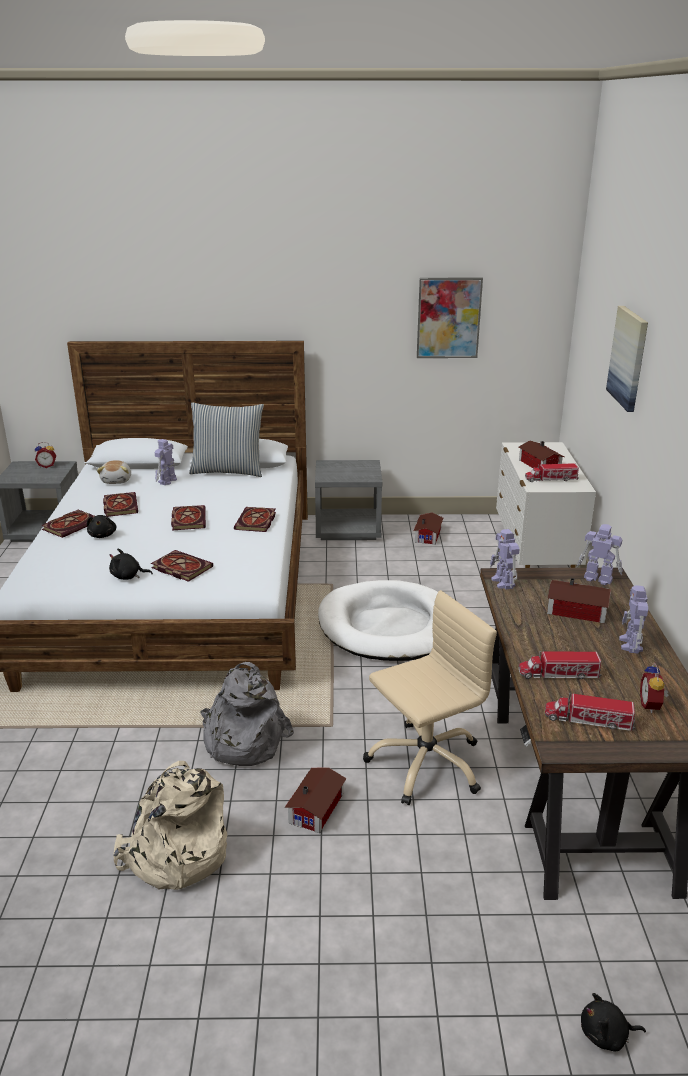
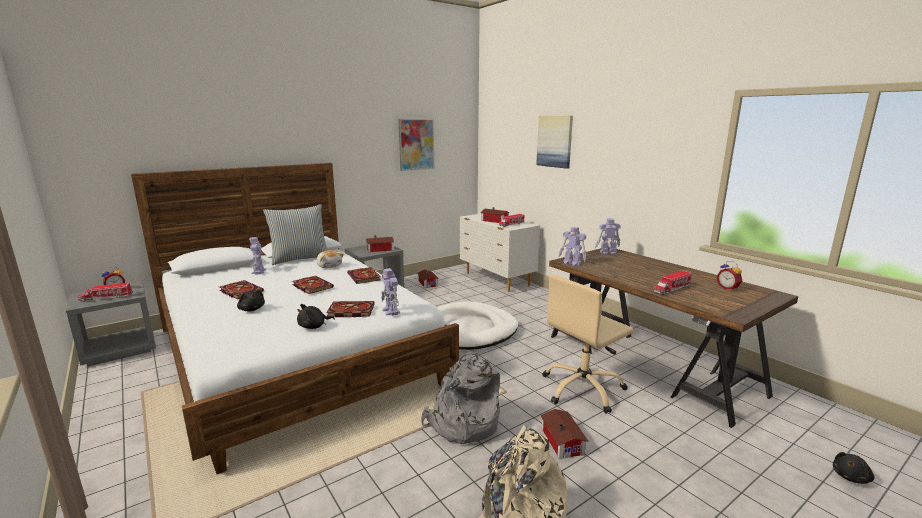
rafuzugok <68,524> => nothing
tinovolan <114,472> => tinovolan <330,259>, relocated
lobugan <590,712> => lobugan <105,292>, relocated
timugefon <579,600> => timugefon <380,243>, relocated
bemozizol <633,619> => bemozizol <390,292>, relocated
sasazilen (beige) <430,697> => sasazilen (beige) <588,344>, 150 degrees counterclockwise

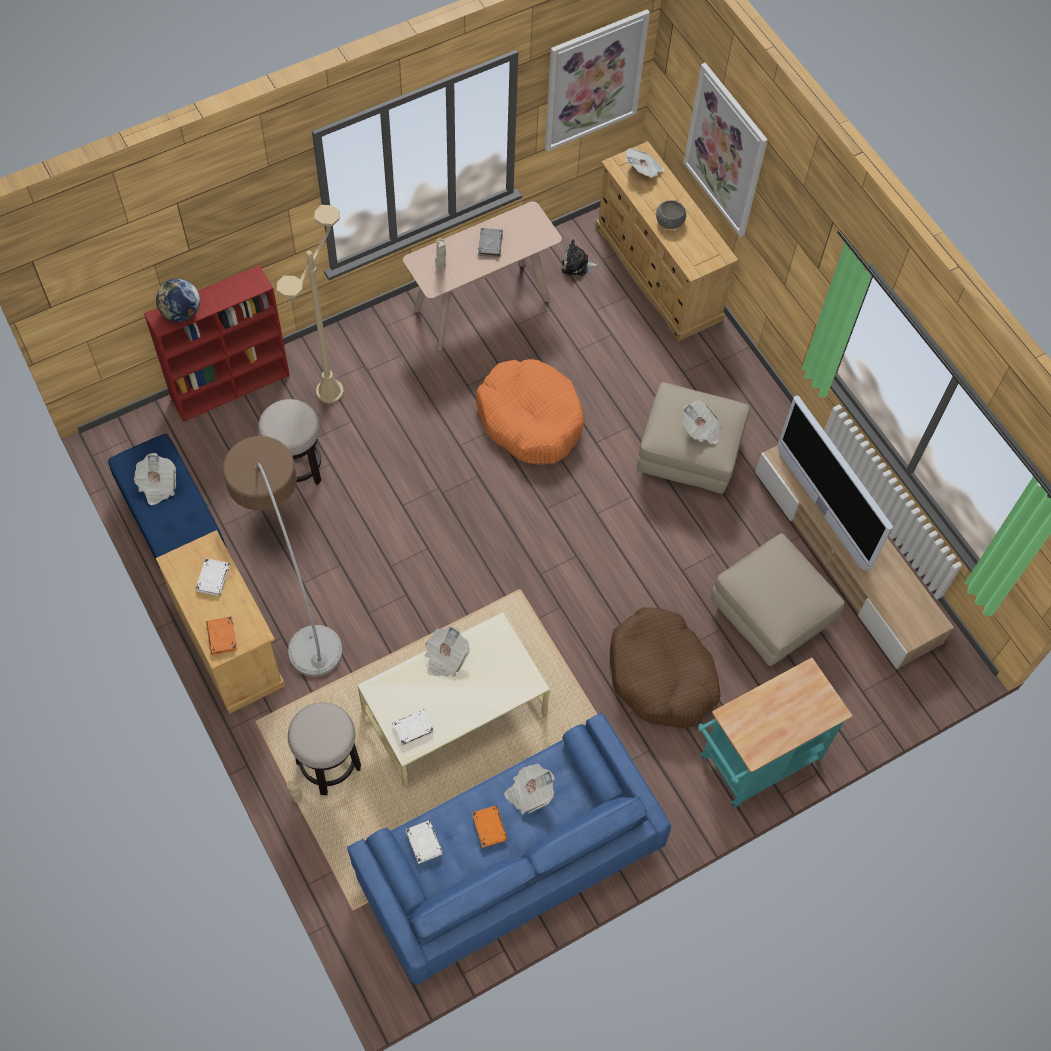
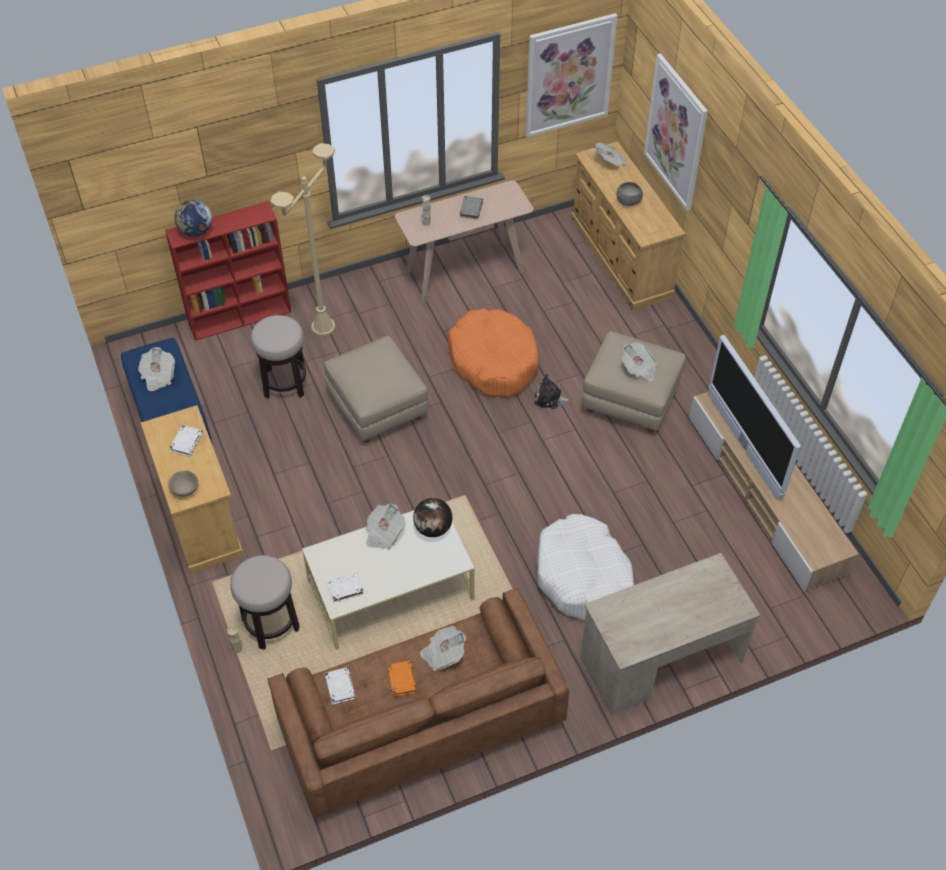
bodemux <282,556> => nothing
nothing => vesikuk <432,517>
tinovolan <581,257> => tinovolan <552,391>, relocated
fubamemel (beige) <777,599> => fubamemel (beige) <376,389>, relocated
rafuzugok (orange) <221,635> => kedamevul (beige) <183,483>
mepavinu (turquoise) <775,733> => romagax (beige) <670,634>
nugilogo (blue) <509,849> => nugilogo (brown) <418,703>
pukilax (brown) <665,667> => pukilax (white) <585,567>

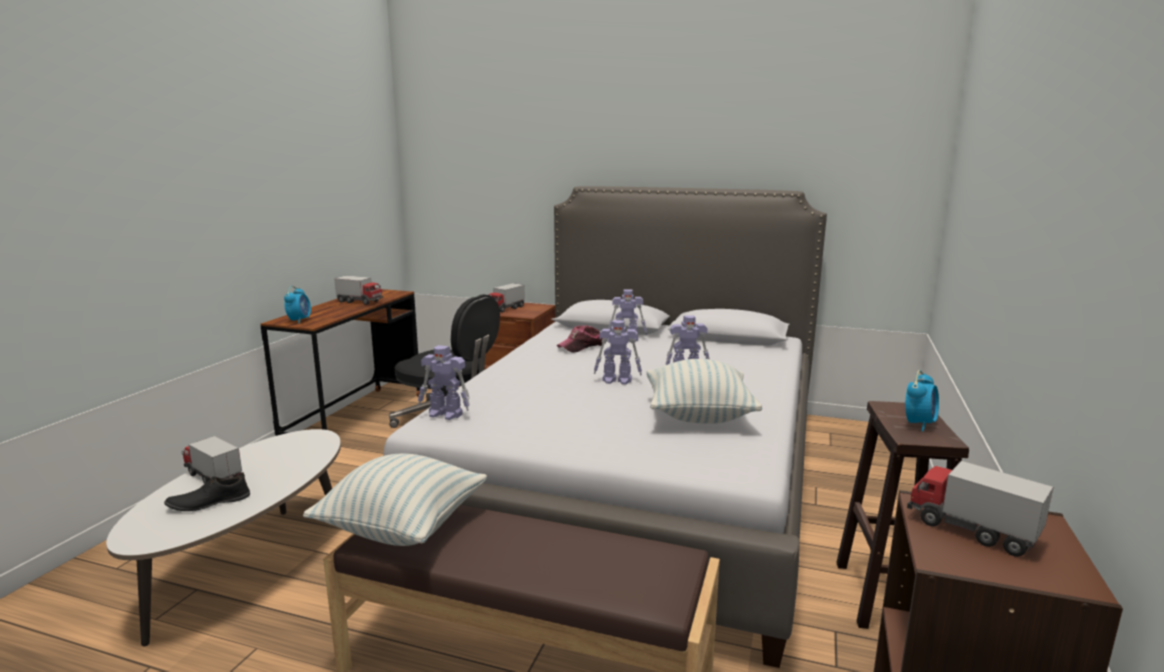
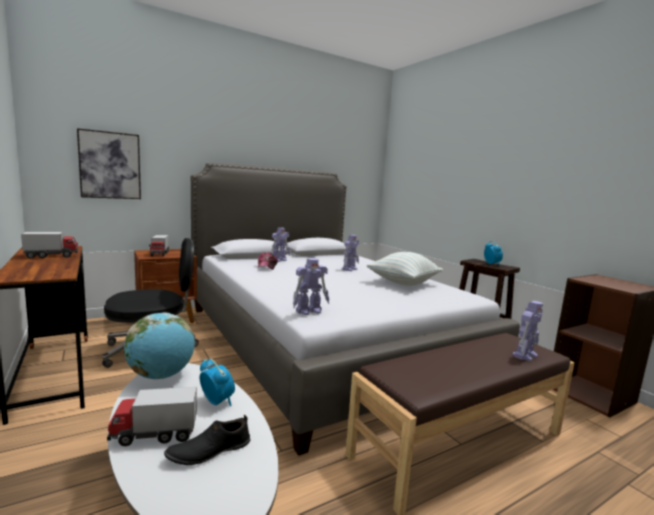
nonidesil <395,500> => nothing
lobugan <980,509> => nothing
nothing => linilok <109,163>
nothing => vesikuk <159,345>
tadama <297,305> => tadama <217,382>, relocated
bemozizol <618,352> => bemozizol <527,331>, relocated
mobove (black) <207,491> => mobove (black) <207,440>, 45 degrees clockwise

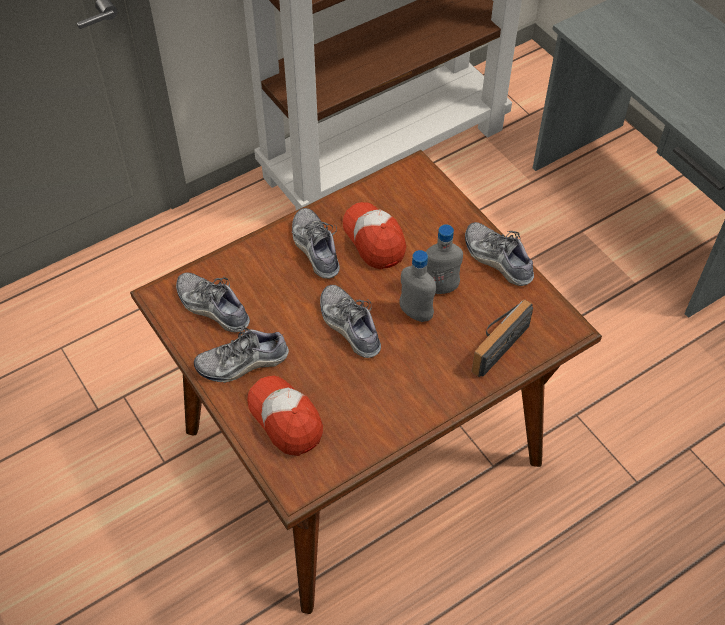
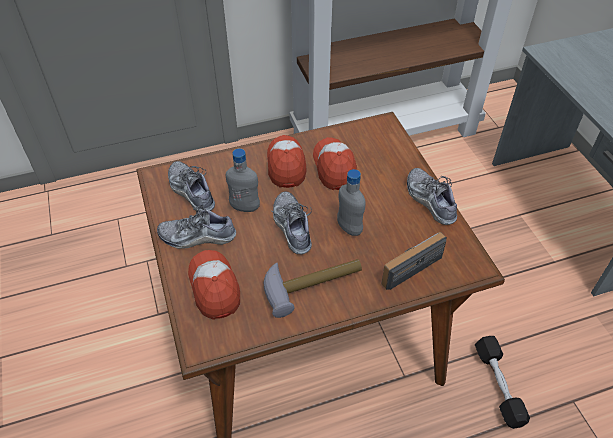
nothing => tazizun <313,288>
nothing => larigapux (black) <502,382>
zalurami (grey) <444,259> => zalurami (grey) <243,180>, relocated
mobove <316,243> => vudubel <286,161>

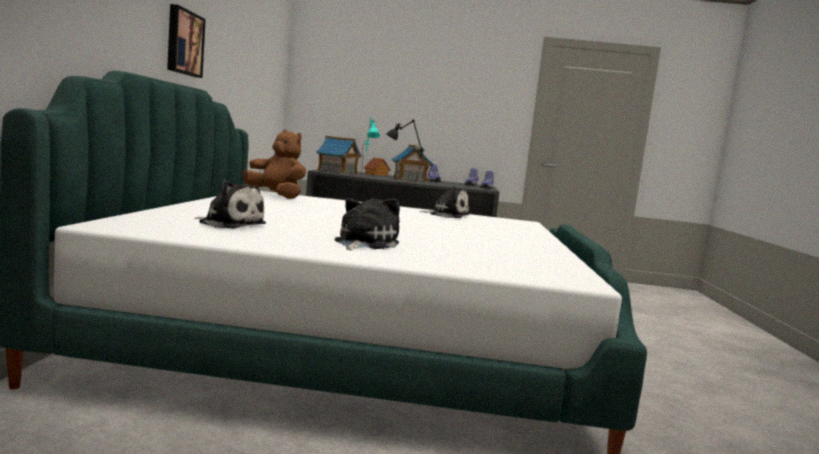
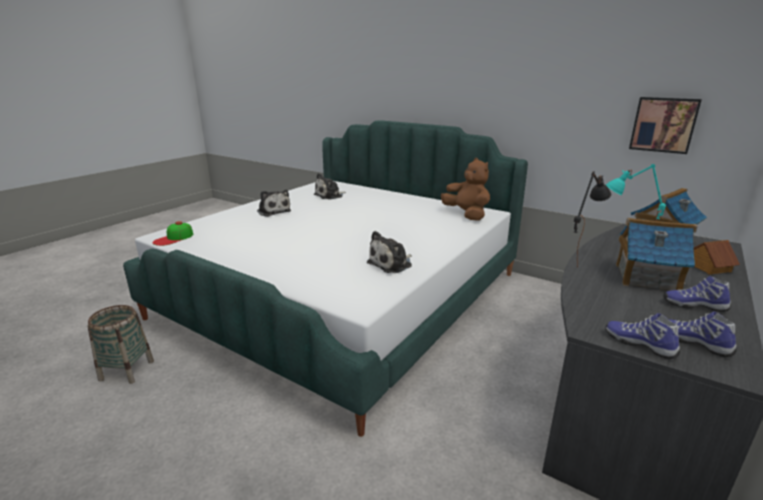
nothing => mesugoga <121,344>
nothing => vudubel <173,233>
linilok <186,41> => linilok <665,125>, relocated
tinovolan (brown) <274,164> => tinovolan (brown) <465,189>, 90 degrees counterclockwise

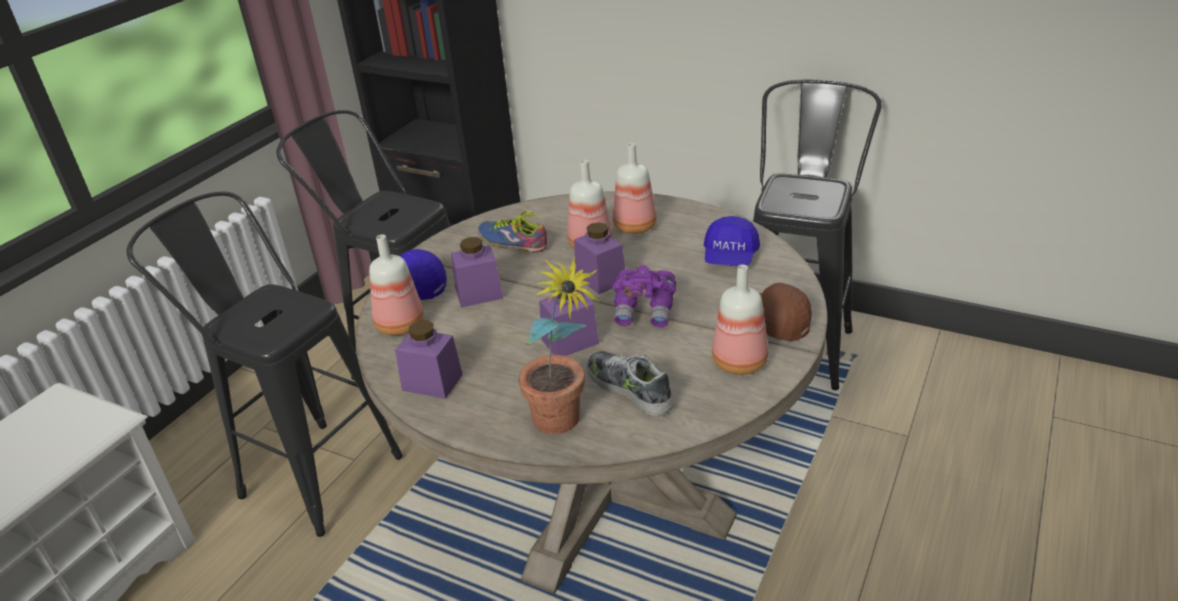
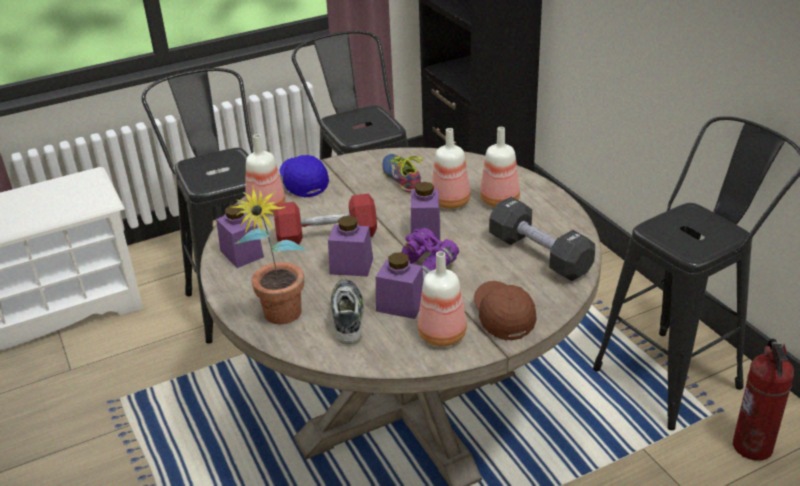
nothing => larigapux (red) <325,219>
nothing => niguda <763,400>
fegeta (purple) <477,272> => fegeta (purple) <400,285>, relocated
vudubel (blue) <732,241> => larigapux (black) <542,239>

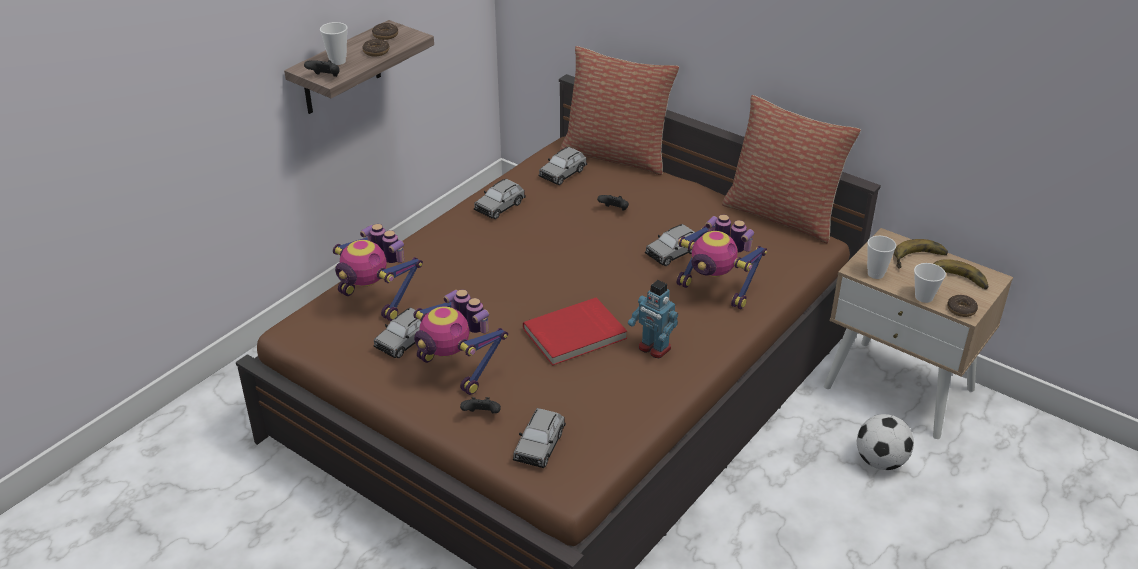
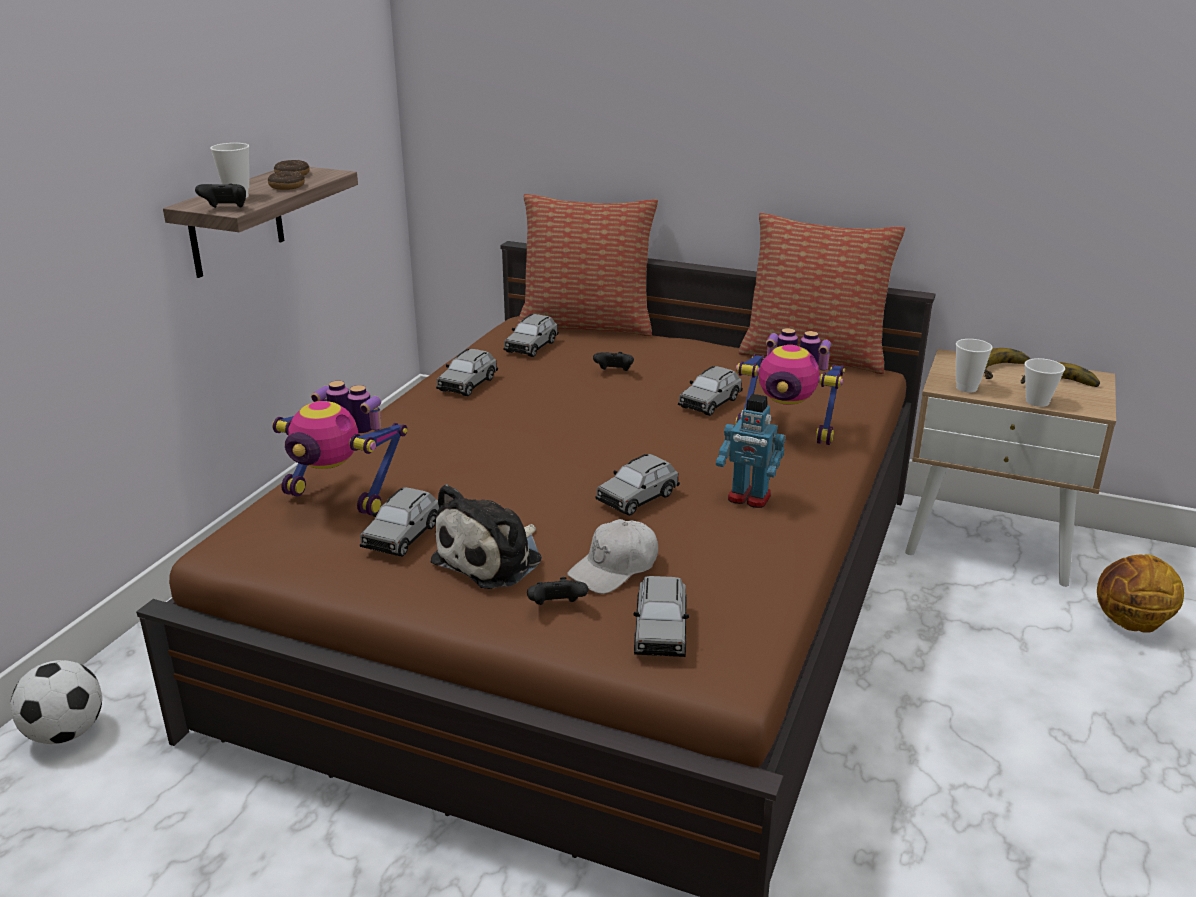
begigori <962,306> => nothing
nothing => vudubel (white) <612,556>
nothing => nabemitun <1140,593>
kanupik <885,442> => kanupik <56,702>, relocated
bemozizol <460,342> => tinovolan <486,536>
rafuzugok (red) <575,331> => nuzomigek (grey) <637,485>

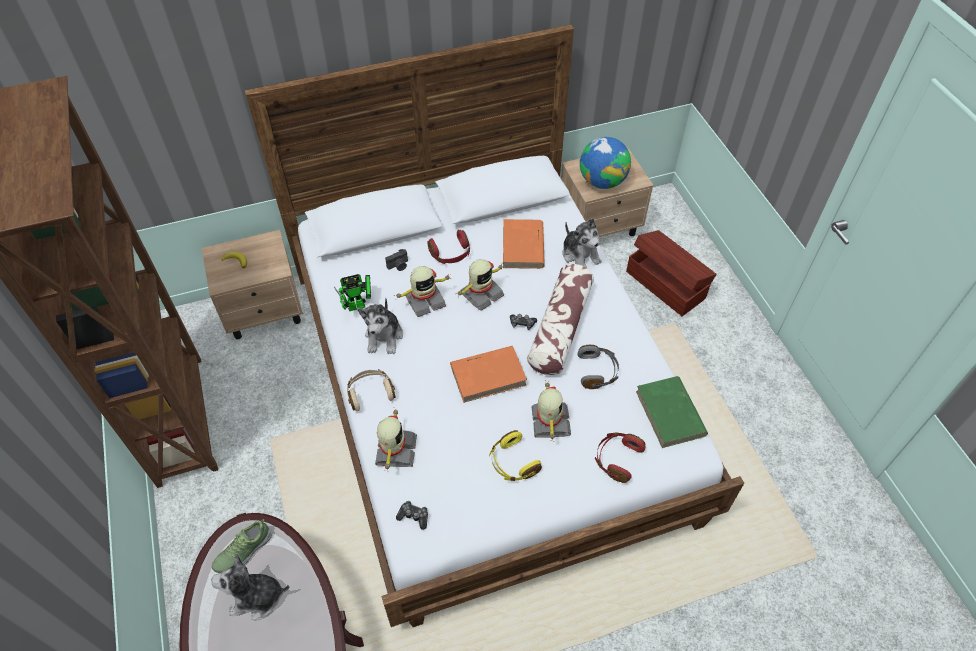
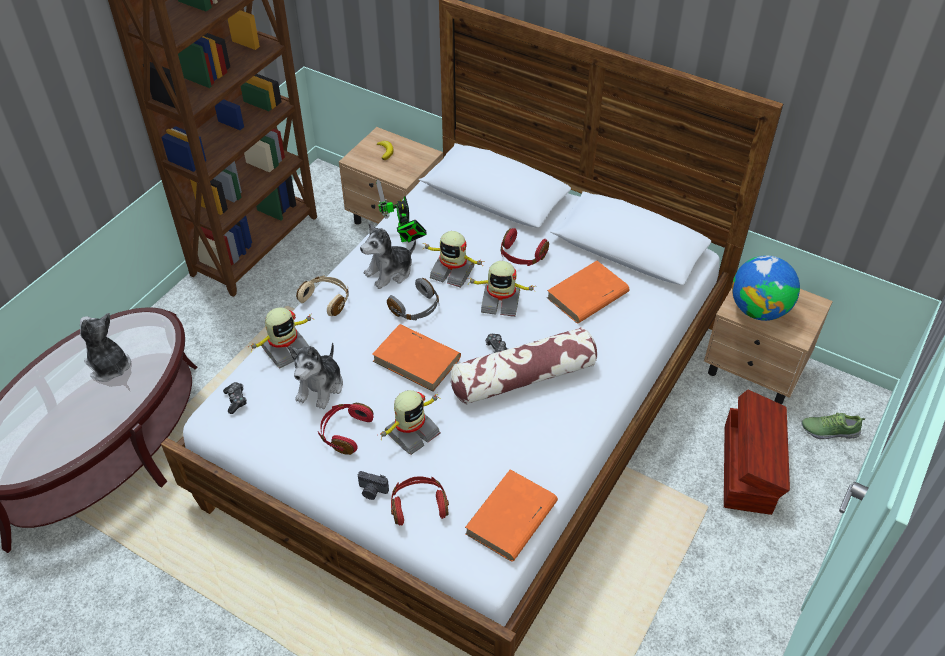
mobove <242,546> => mobove <833,425>, relocated
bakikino <396,260> => bakikino <373,485>, relocated
tinovolan <582,243> => tinovolan <315,375>, relocated
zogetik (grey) <598,367> => zogetik (grey) <413,299>, relocated
zogetik (yellow) <515,455> => zogetik (red) <345,429>
rafuzugok (green) <672,412> => rafuzugok (orange) <511,515>
bemozizol <352,292> => bemozizol <401,210>, 45 degrees clockwise

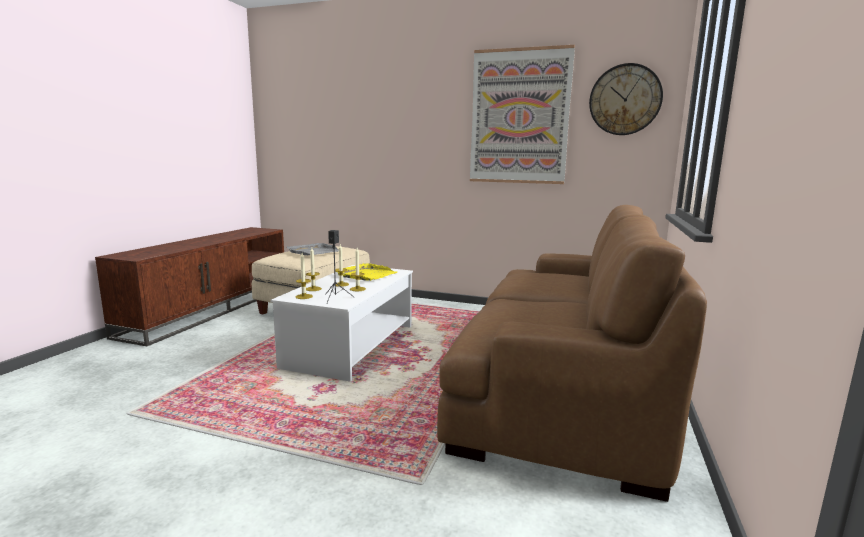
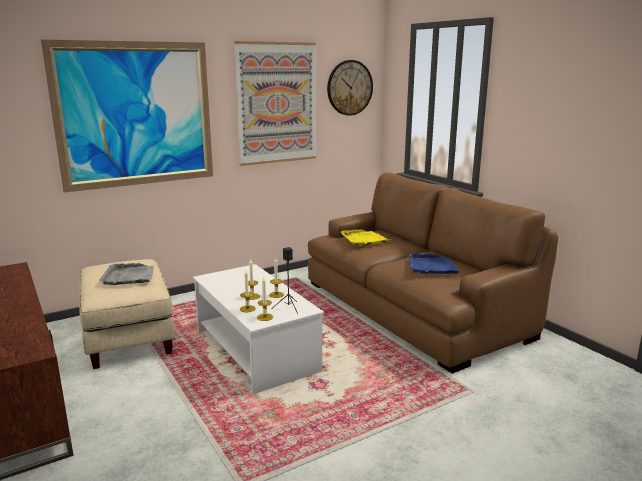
nothing => linilok <127,116>
nothing => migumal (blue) <435,263>
migumal (yellow) <366,272> => migumal (yellow) <367,237>, relocated

